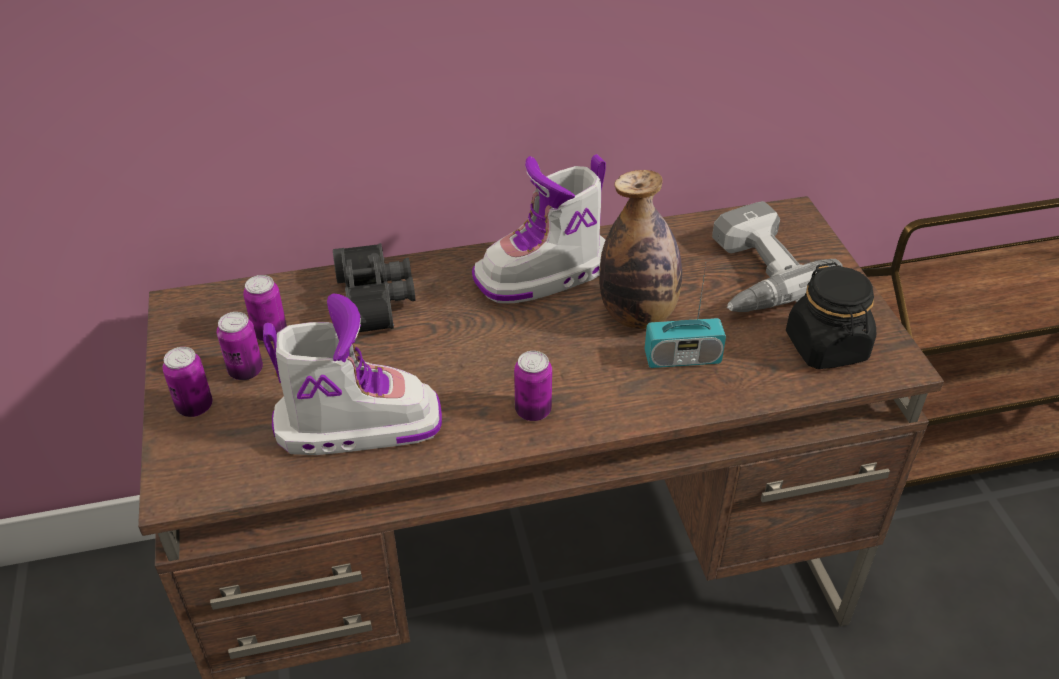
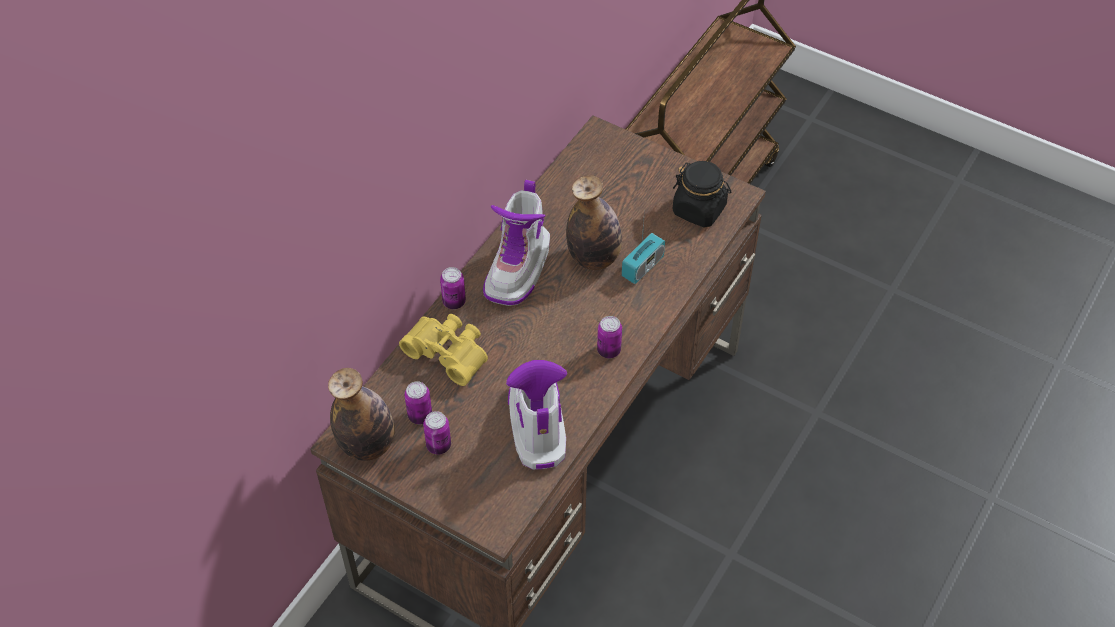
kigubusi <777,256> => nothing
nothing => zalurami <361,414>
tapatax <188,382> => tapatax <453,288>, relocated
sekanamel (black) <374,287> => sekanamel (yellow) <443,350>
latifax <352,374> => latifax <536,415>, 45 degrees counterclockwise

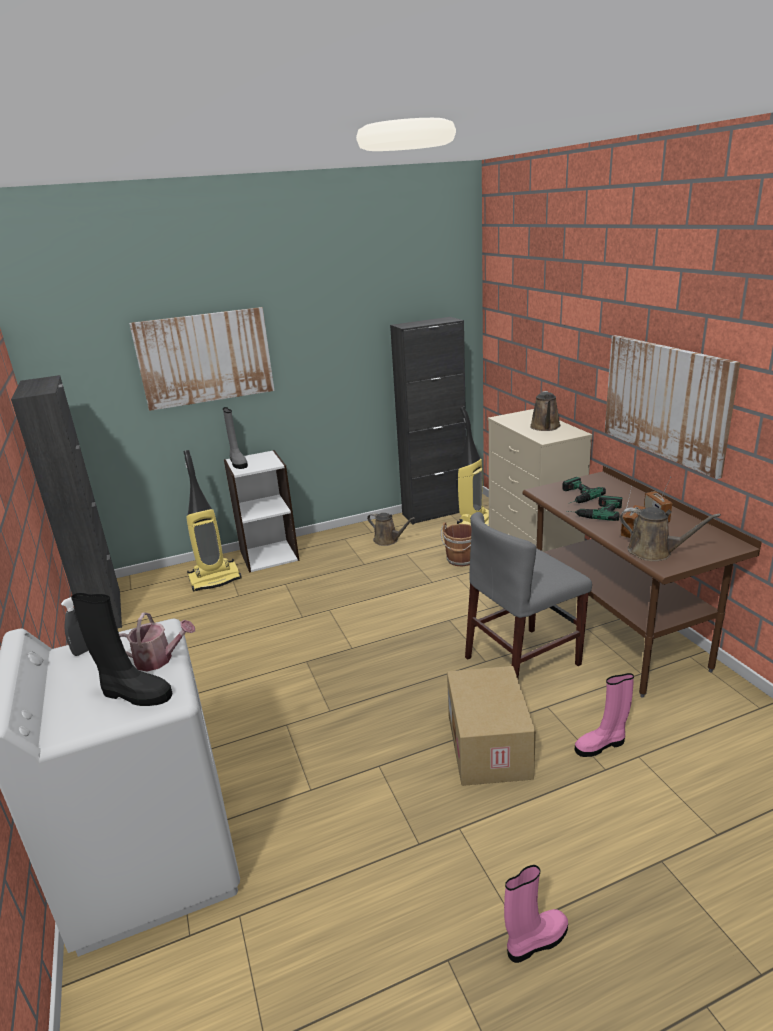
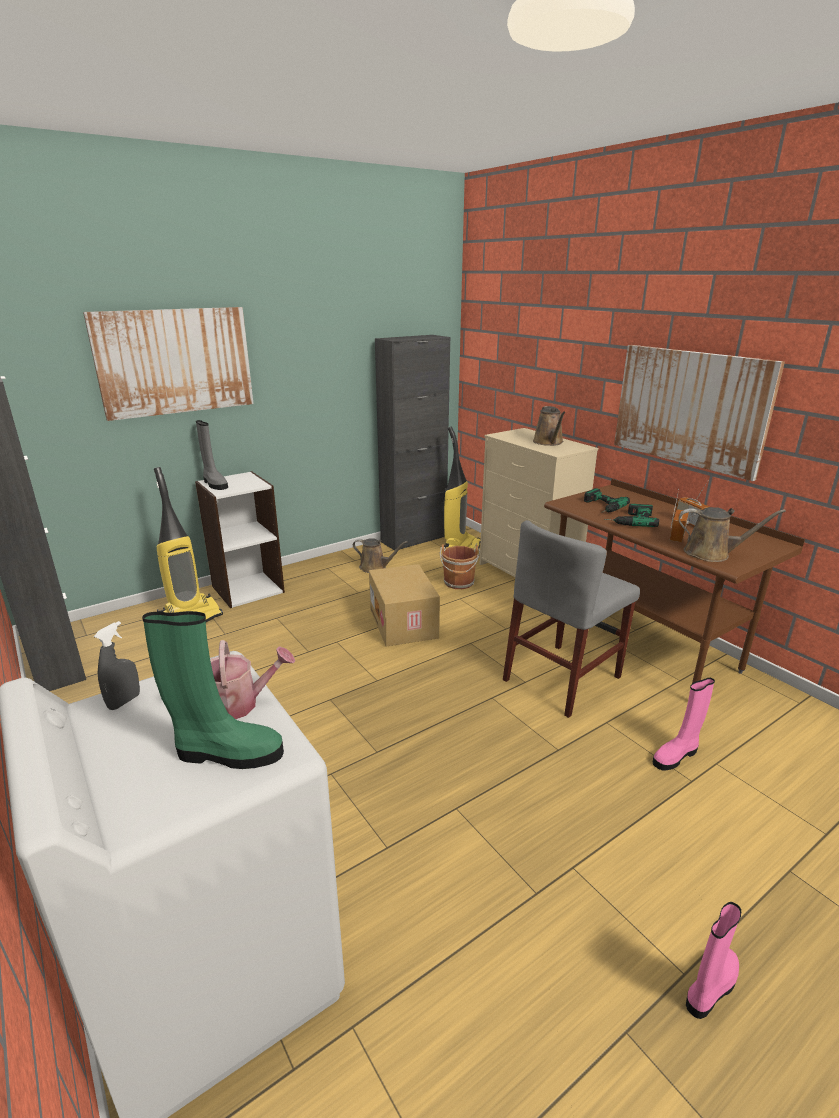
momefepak <491,726> => momefepak <404,605>, relocated
latifax (black) <121,649> => latifax (green) <213,690>

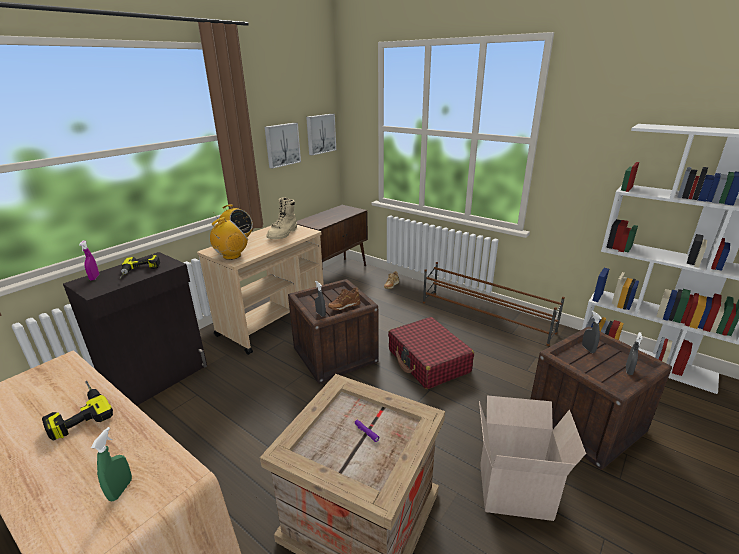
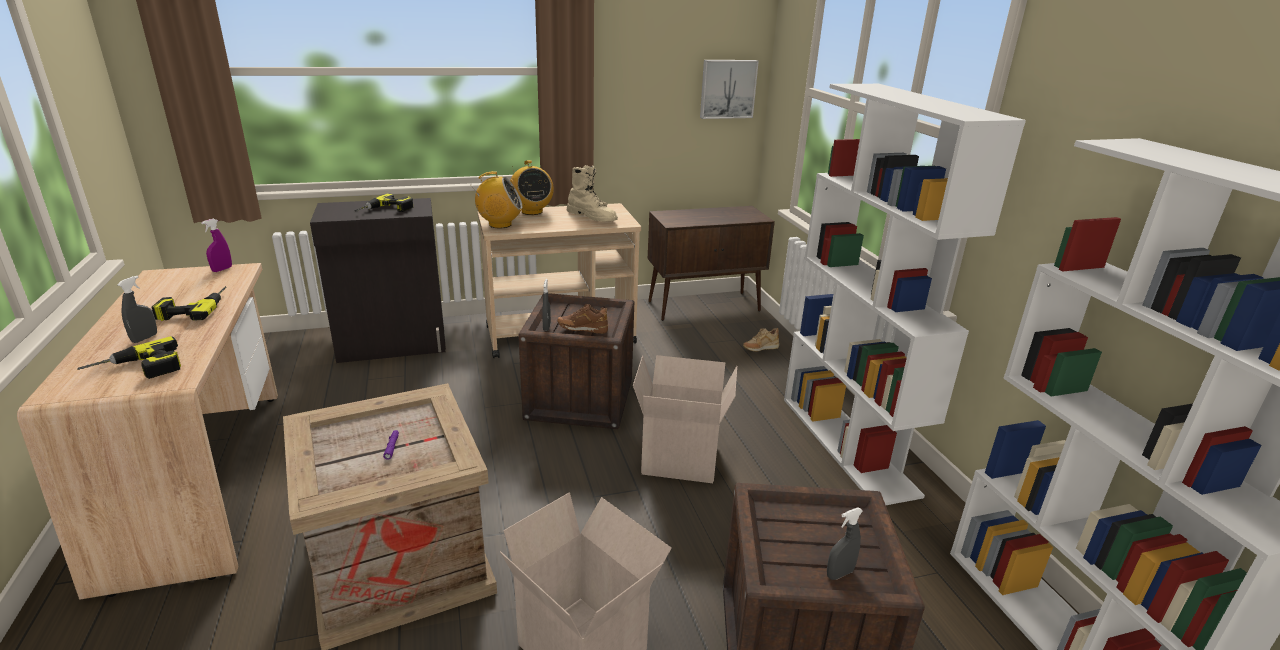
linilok <283,146> => nothing
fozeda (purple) <89,260> => fozeda (purple) <216,245>, relocated
fozeda (grey) <592,332> => fozeda (grey) <137,309>, relocated
fozeda (green) <111,464> => kigubusi <129,357>
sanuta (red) <431,353> => momefepak <685,419>
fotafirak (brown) <494,304> => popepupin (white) <905,294>
latifax (beige) <281,218> => latifax (beige) <592,193>, 105 degrees counterclockwise

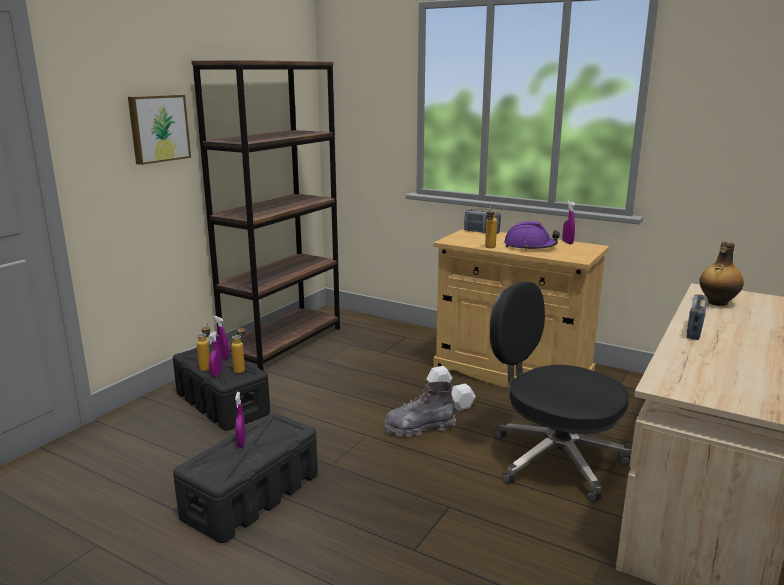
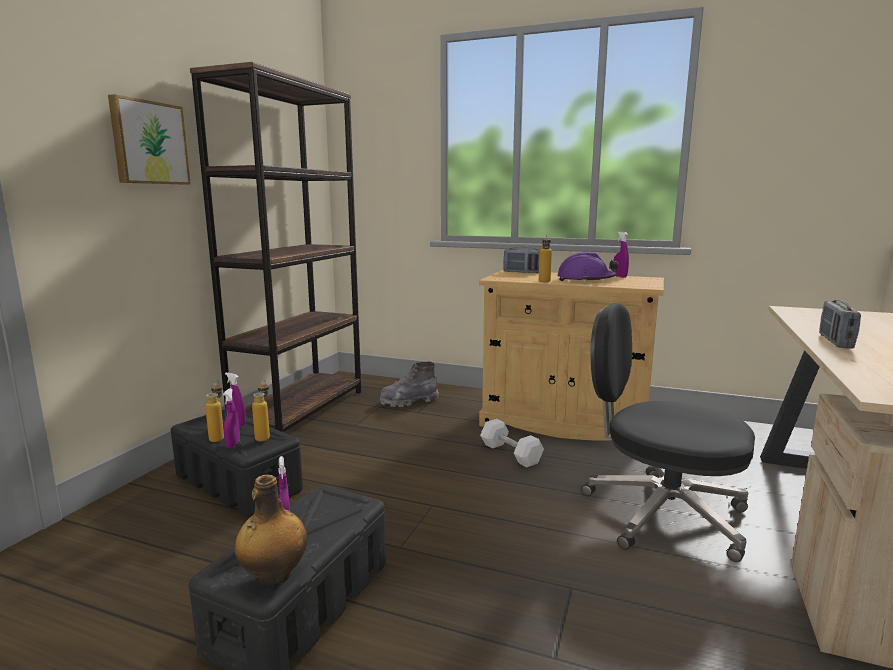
latifax (grey) <420,409> => latifax (grey) <409,384>, relocated
zalurami <722,273> => zalurami <271,530>, relocated

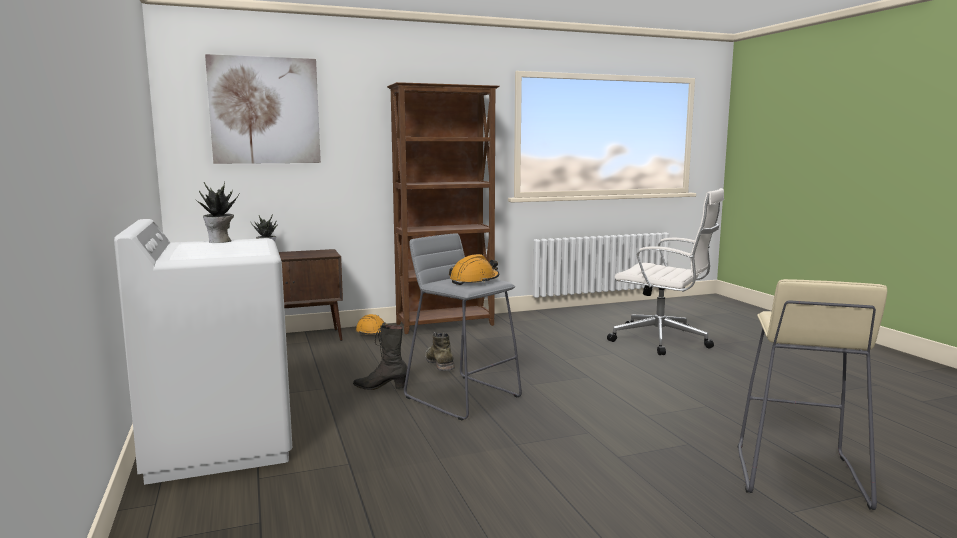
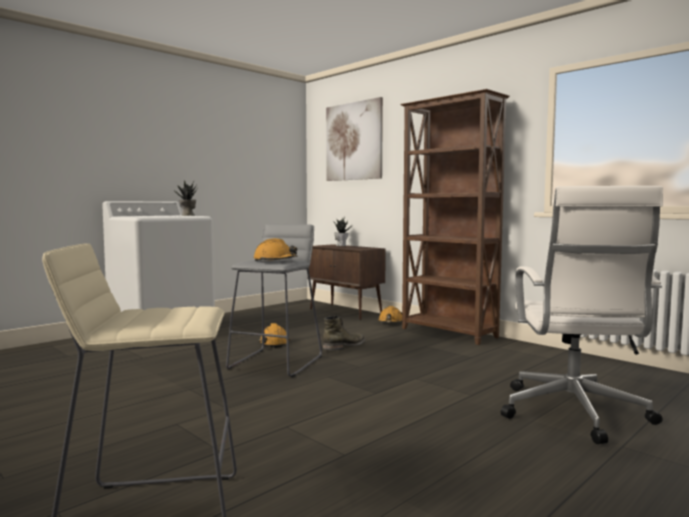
latifax (black) <380,357> => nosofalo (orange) <274,335>

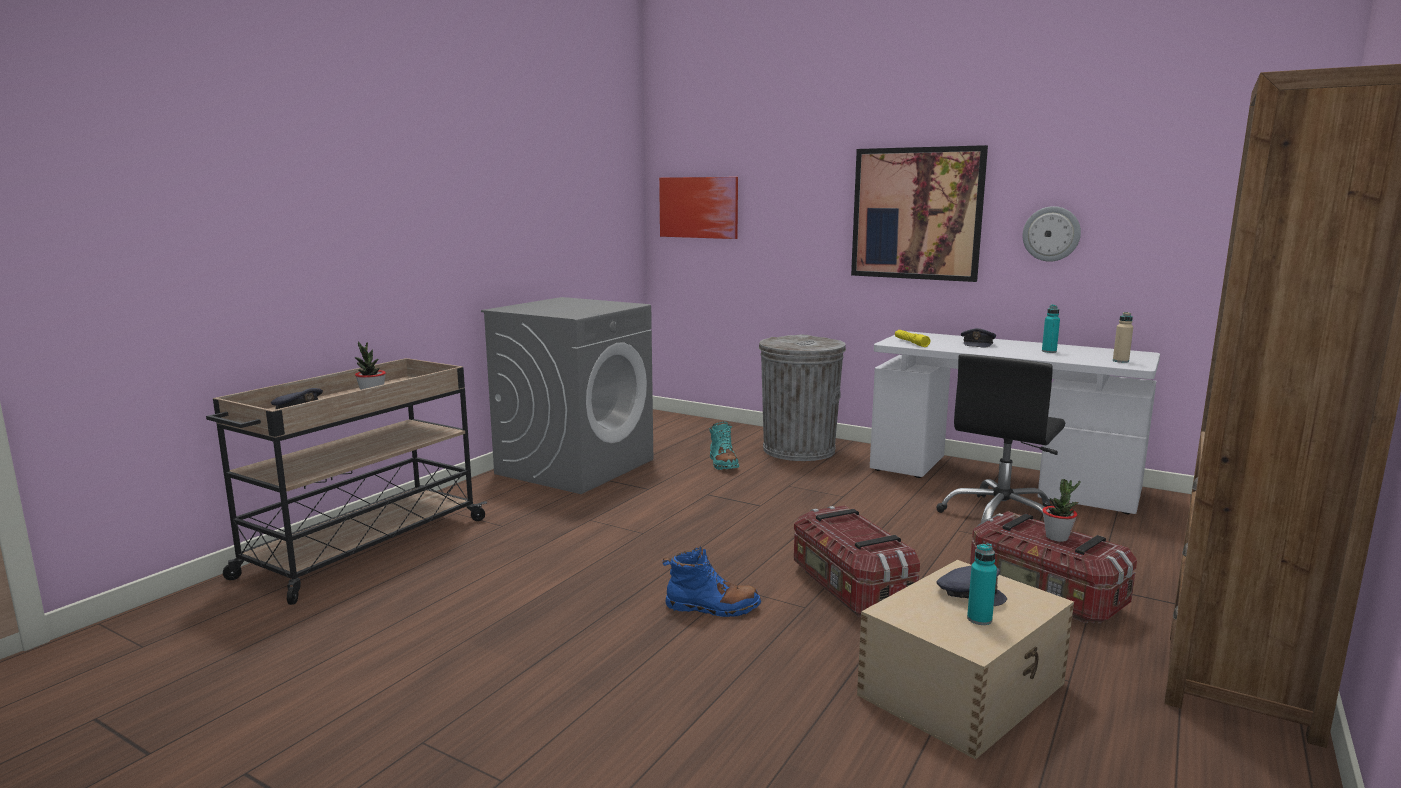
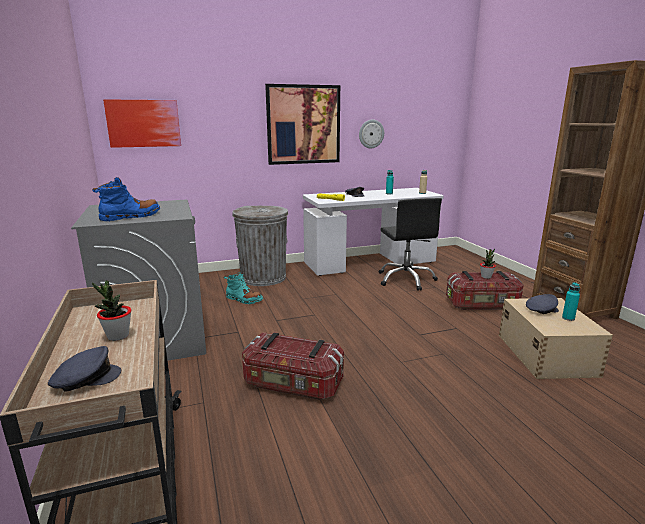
latifax (blue) <711,581> => latifax (blue) <126,199>, relocated
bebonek <857,561> => bebonek <293,366>, relocated

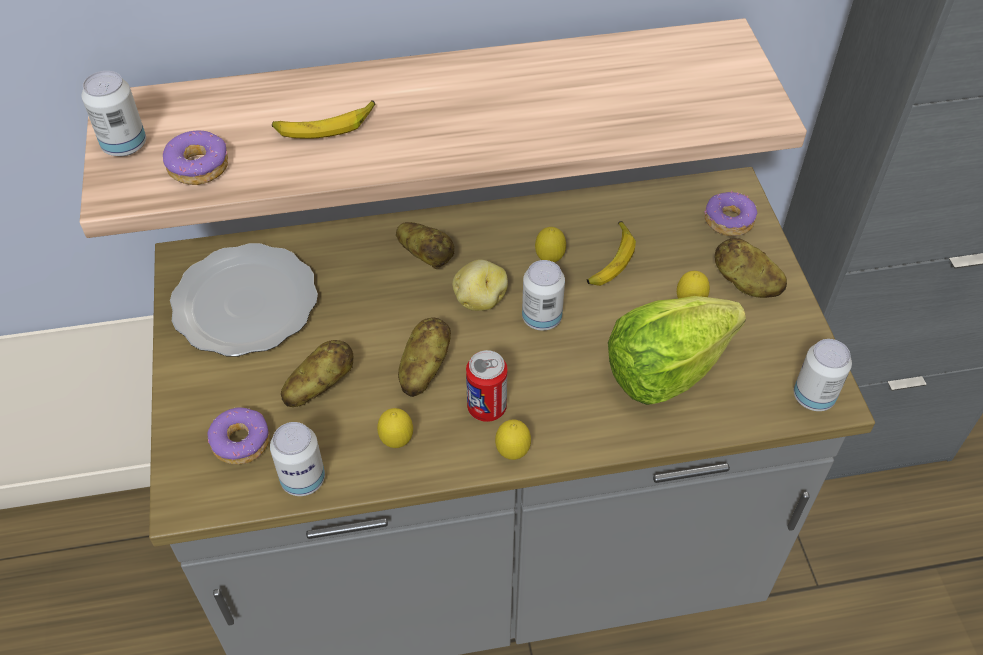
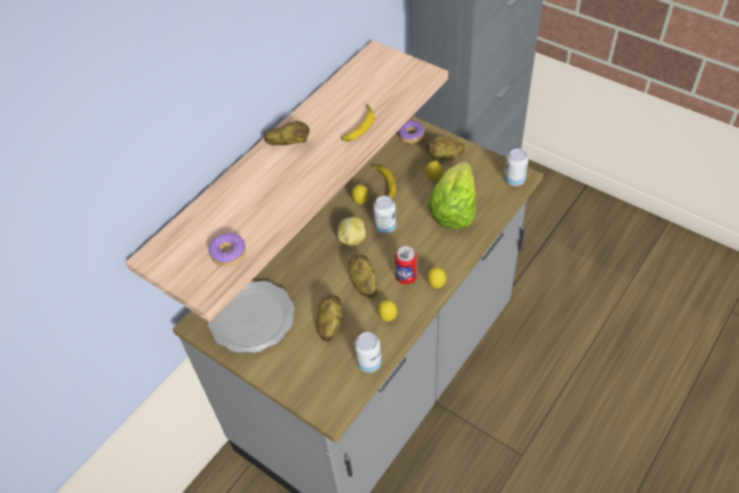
tapatax <114,113> => nothing
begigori <238,436> => nothing
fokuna <324,119> => fokuna <358,123>, relocated
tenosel <425,245> => tenosel <287,133>, relocated

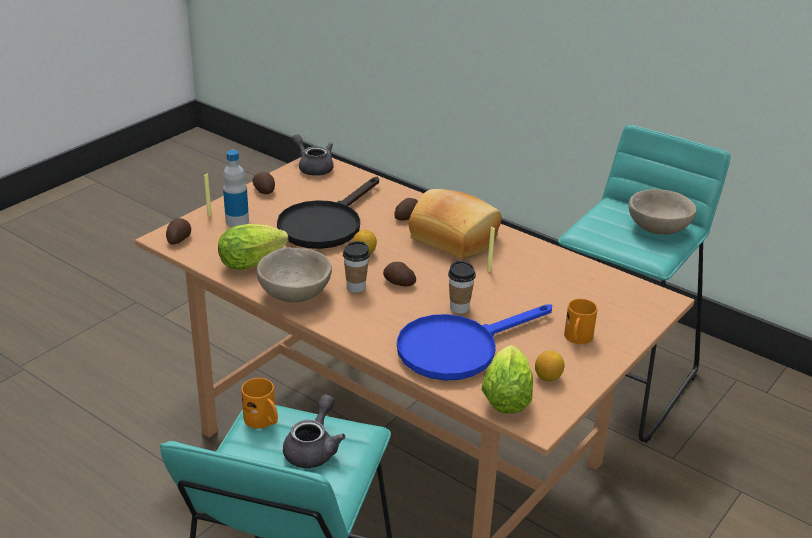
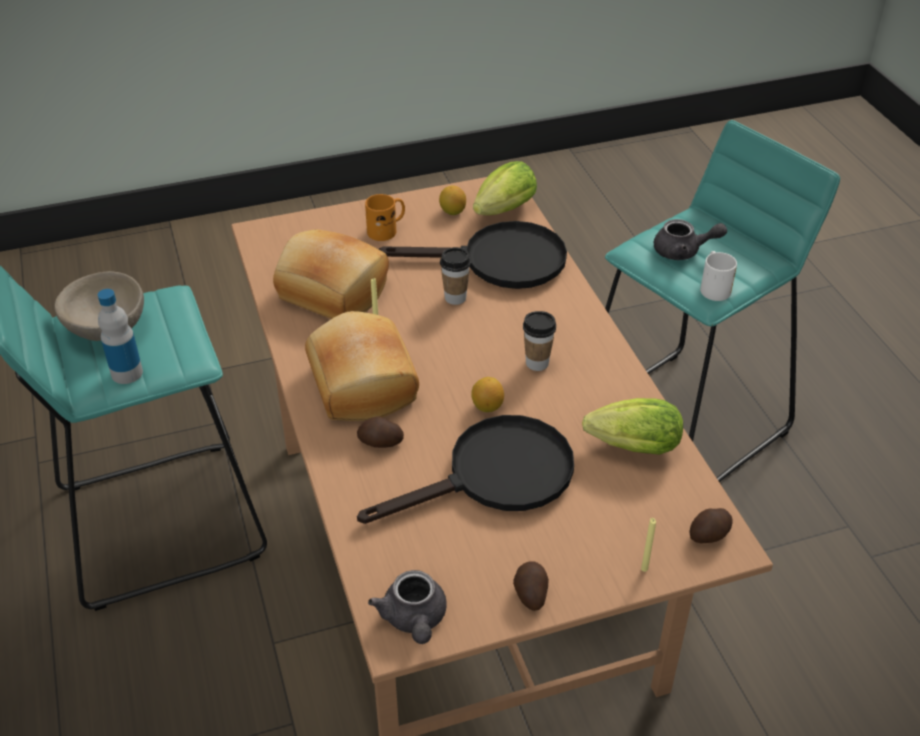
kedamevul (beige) <294,274> => nothing
tenosel <399,274> => nothing
nothing => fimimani <331,274>
zalurami <236,188> => zalurami <120,336>, relocated
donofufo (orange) <259,403> => donofufo (white) <718,276>
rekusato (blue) <474,342> => rekusato (black) <473,255>
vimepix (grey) <314,431> => vimepix (grey) <690,239>, 135 degrees counterclockwise

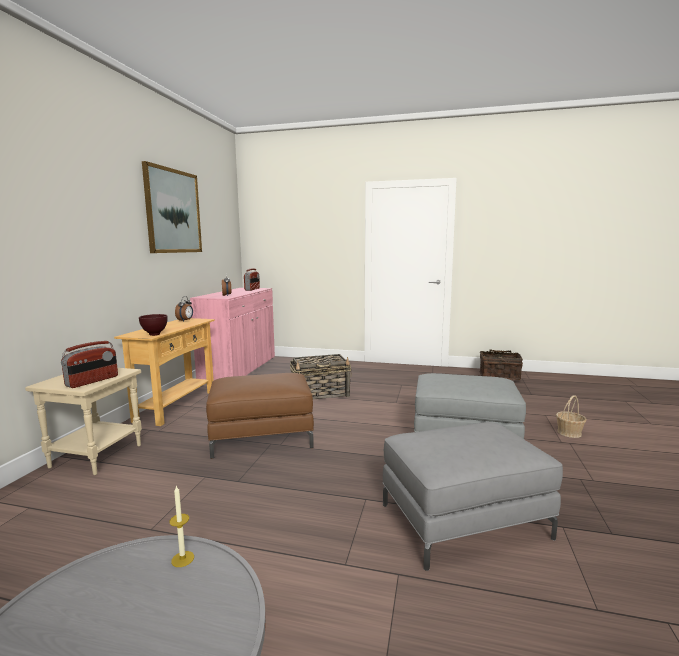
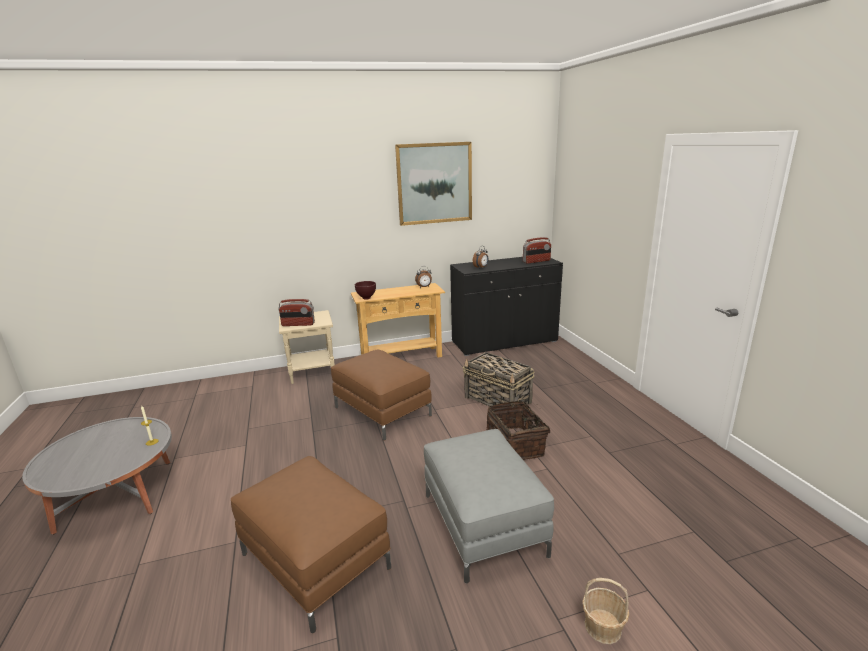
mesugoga <501,364> => mesugoga <518,430>, relocated
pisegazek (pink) <232,334> => pisegazek (black) <506,306>
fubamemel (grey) <473,496> => fubamemel (brown) <311,544>

